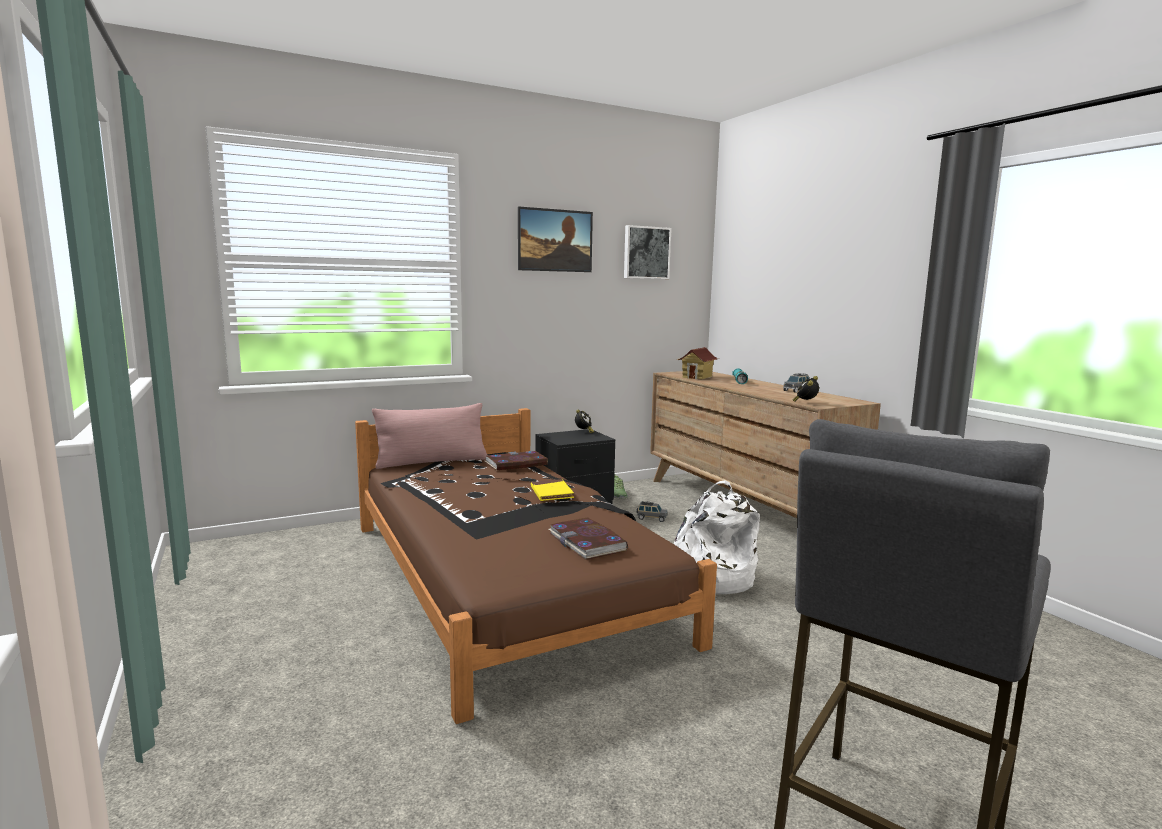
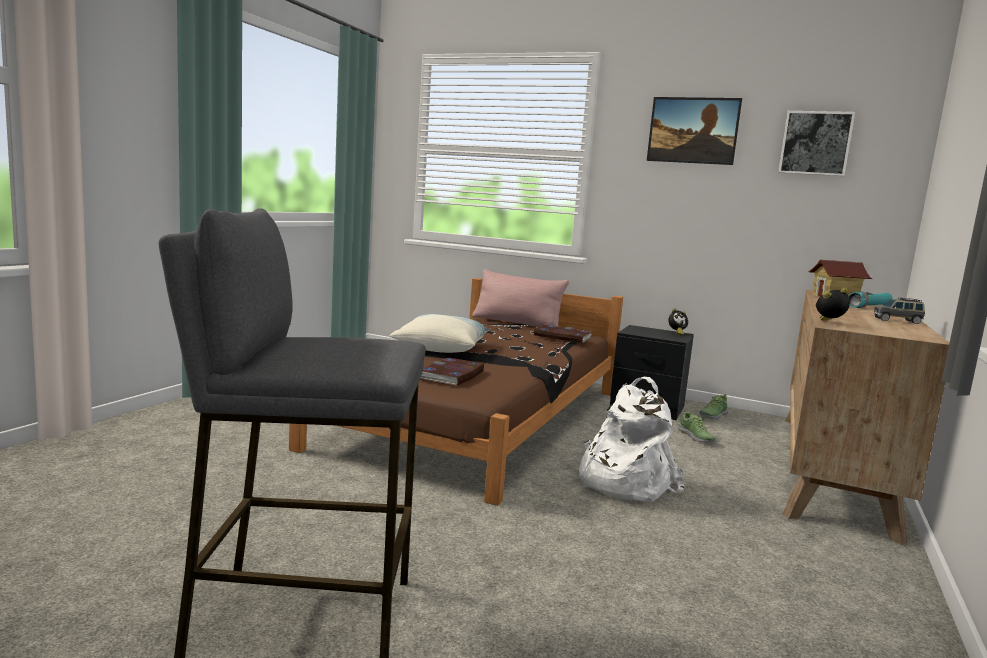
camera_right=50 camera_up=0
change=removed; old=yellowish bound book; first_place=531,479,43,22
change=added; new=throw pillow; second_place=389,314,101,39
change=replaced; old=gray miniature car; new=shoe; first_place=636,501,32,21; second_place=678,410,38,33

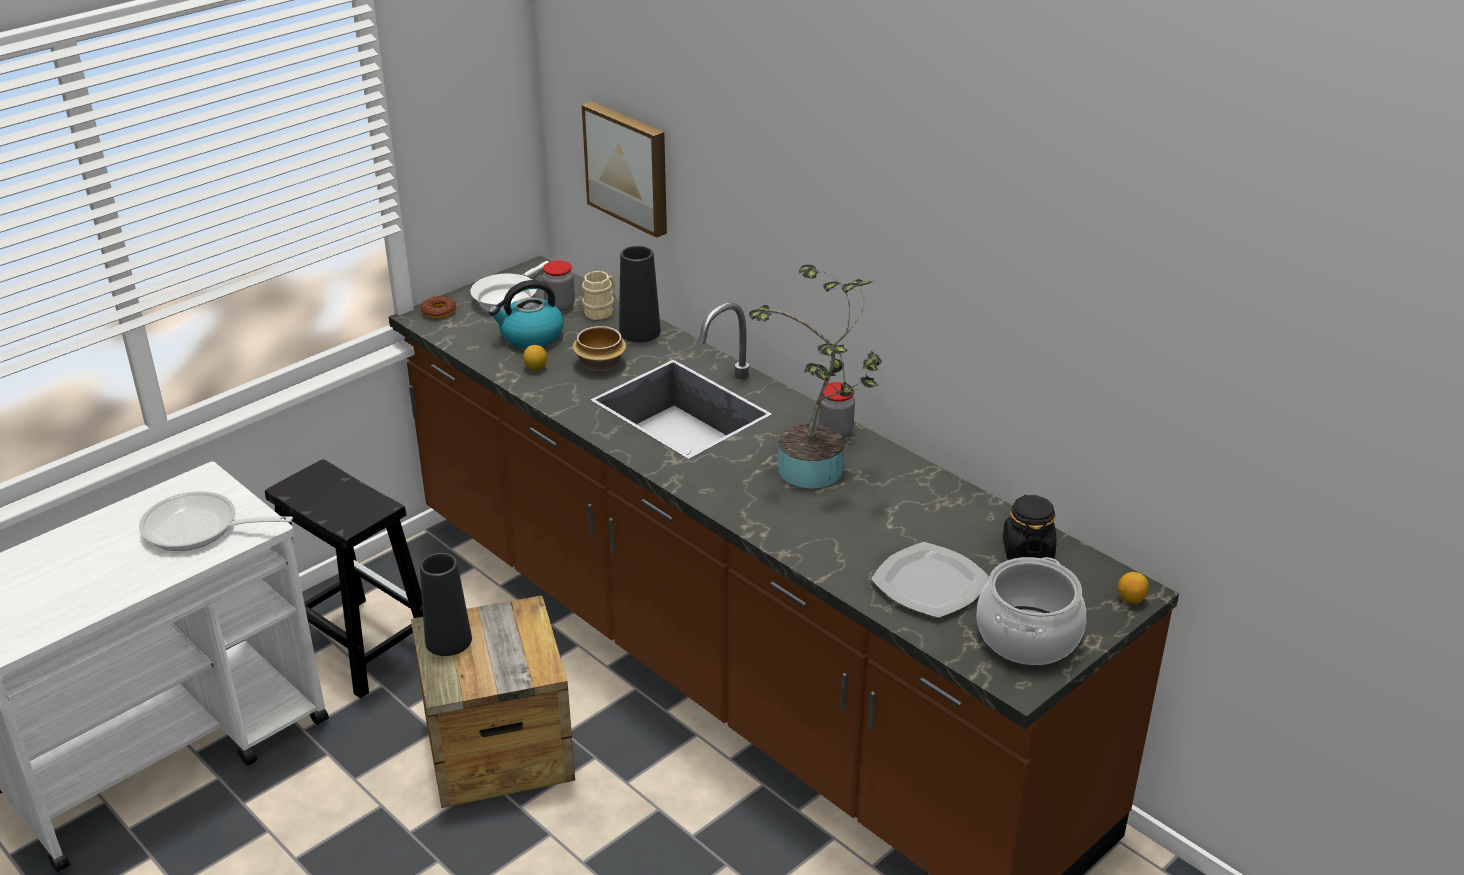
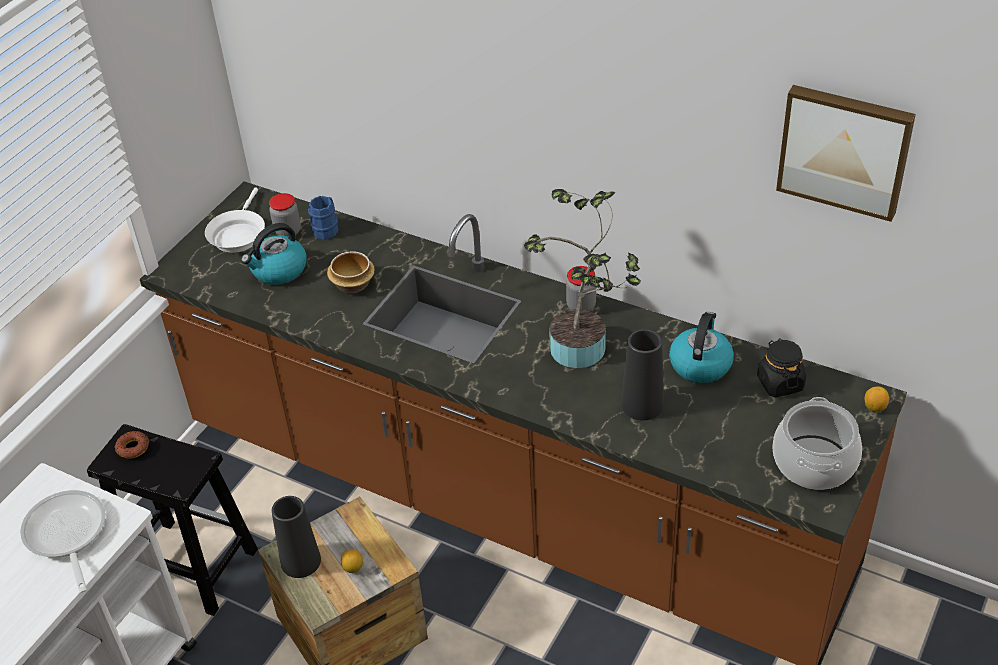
camera_right=-15 camera_up=10
change=removed; old=plate; first_place=871,542,118,76
change=added; new=kettle; second_place=669,312,65,71
change=moved; old=doughnut; first_place=421,296,35,22; second_place=115,431,34,28
change=moved; old=whole lemon; first_place=523,345,24,26; second_place=341,549,22,24
change=moved; old=wall picture; first_place=582,102,85,136; second_place=776,85,140,137
change=moved; old=black-coloured vase; first_place=619,246,42,96; second_place=621,329,43,92
change=recoloured; old=beige mug; new=blue mug; first_place=582,271,33,49; second_place=308,196,30,44
change=turned; old=pan; first_place=139,491,154,60; second_place=20,490,86,103; degrees=75

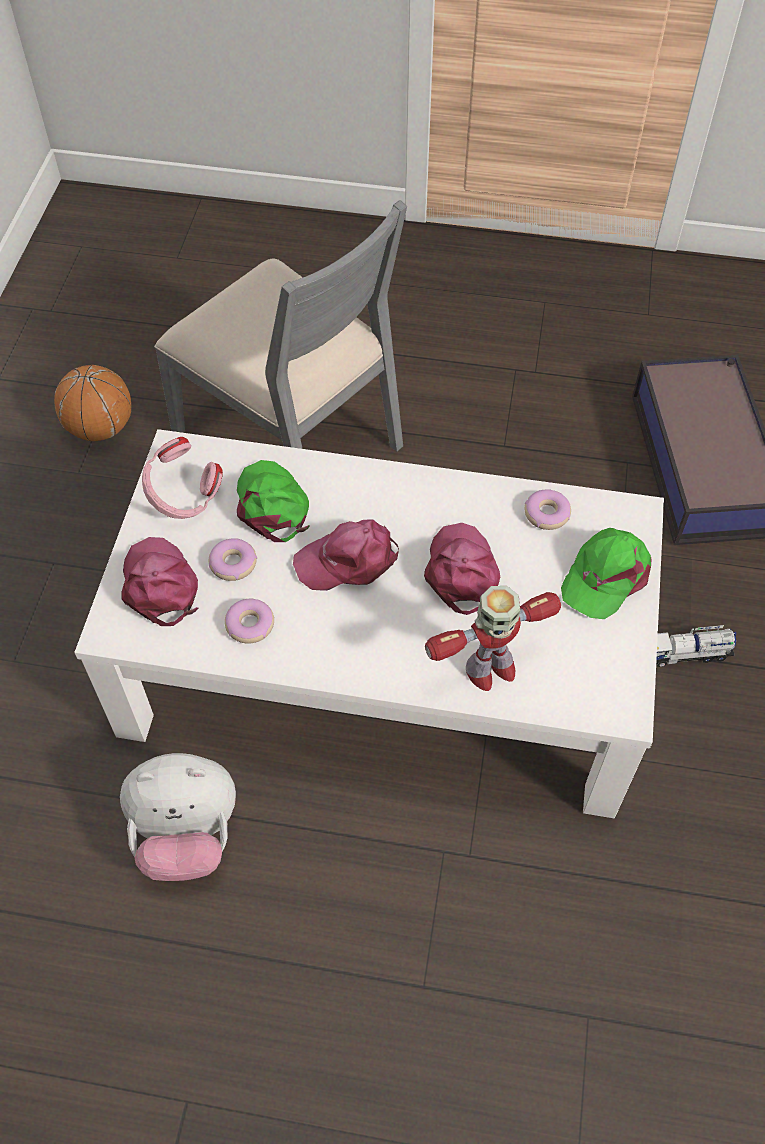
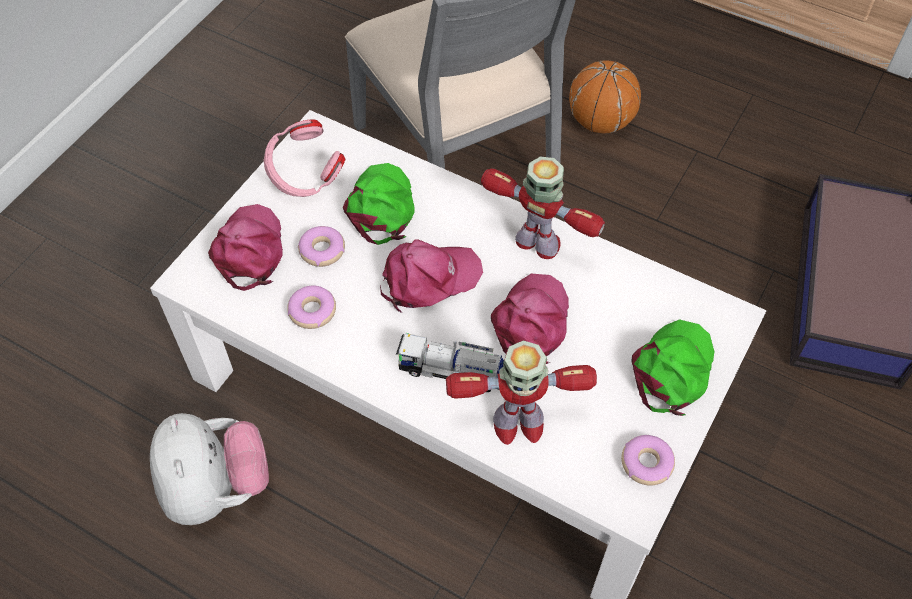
camera_right=20 camera_up=0
change=added; new=toy robot; second_place=481,157,124,102
change=moved; old=basketball ball; first_place=54,365,77,76; second_place=569,60,72,73
change=moved; old=doughnut; first_place=525,489,46,41; second_place=621,435,54,51
change=moved; old=toy lorry; first_place=656,625,81,42; second_place=396,333,108,59
change=turned; old=soft toy; first_place=120,753,116,128; second_place=150,413,119,112; degrees=-120
change=turned; old=pink baseball cap; first_place=293,519,106,72; second_place=380,239,103,74; degrees=150
change=turned; old=greenish baseball cap; first_place=561,528,91,91; second_place=631,319,83,97; degrees=150

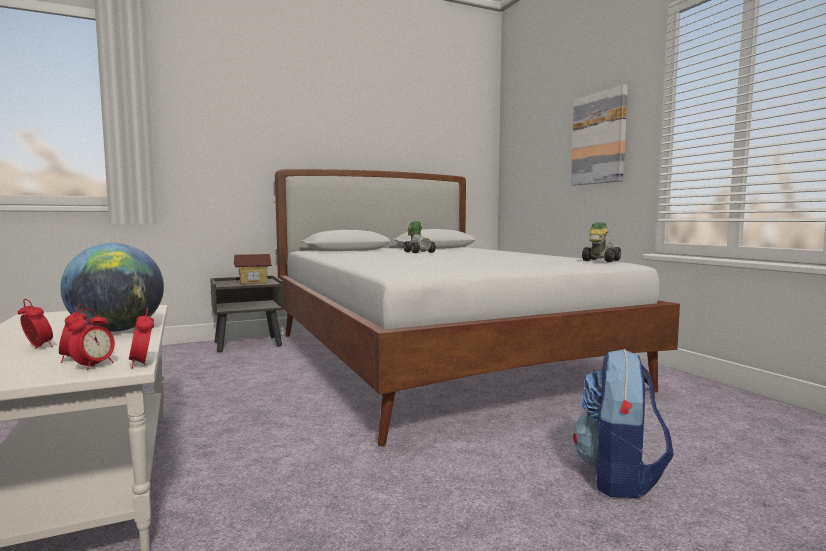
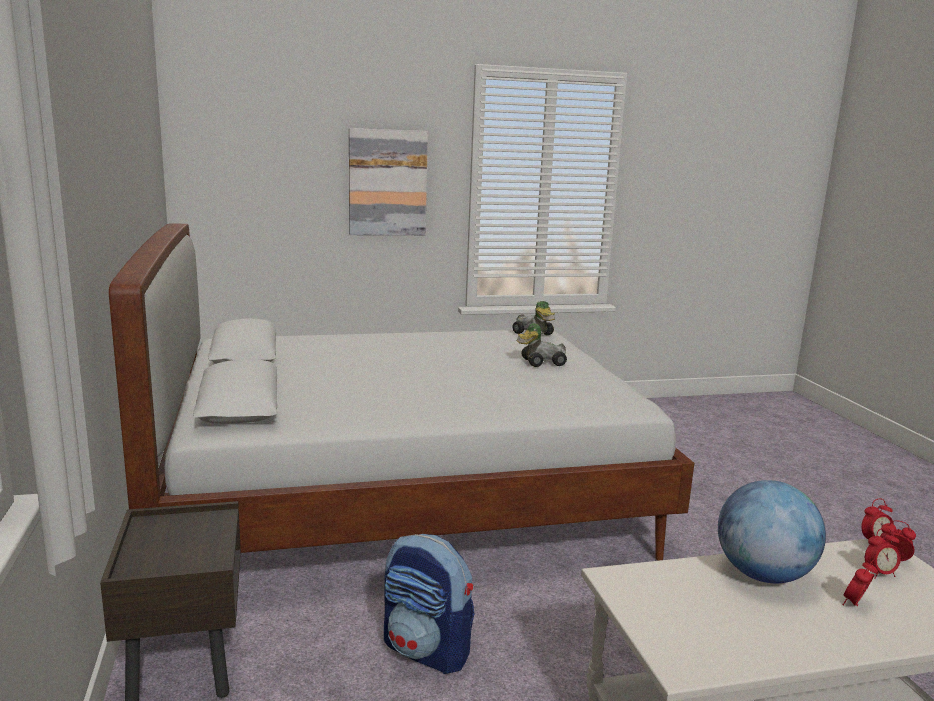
camera_right=-80 camera_up=10
change=removed; old=model house; first_place=234,254,38,30
change=moved; old=miniature car; first_place=403,221,33,32; second_place=516,323,51,44
change=moved; old=knapsack; first_place=573,349,100,149; second_place=384,534,90,140

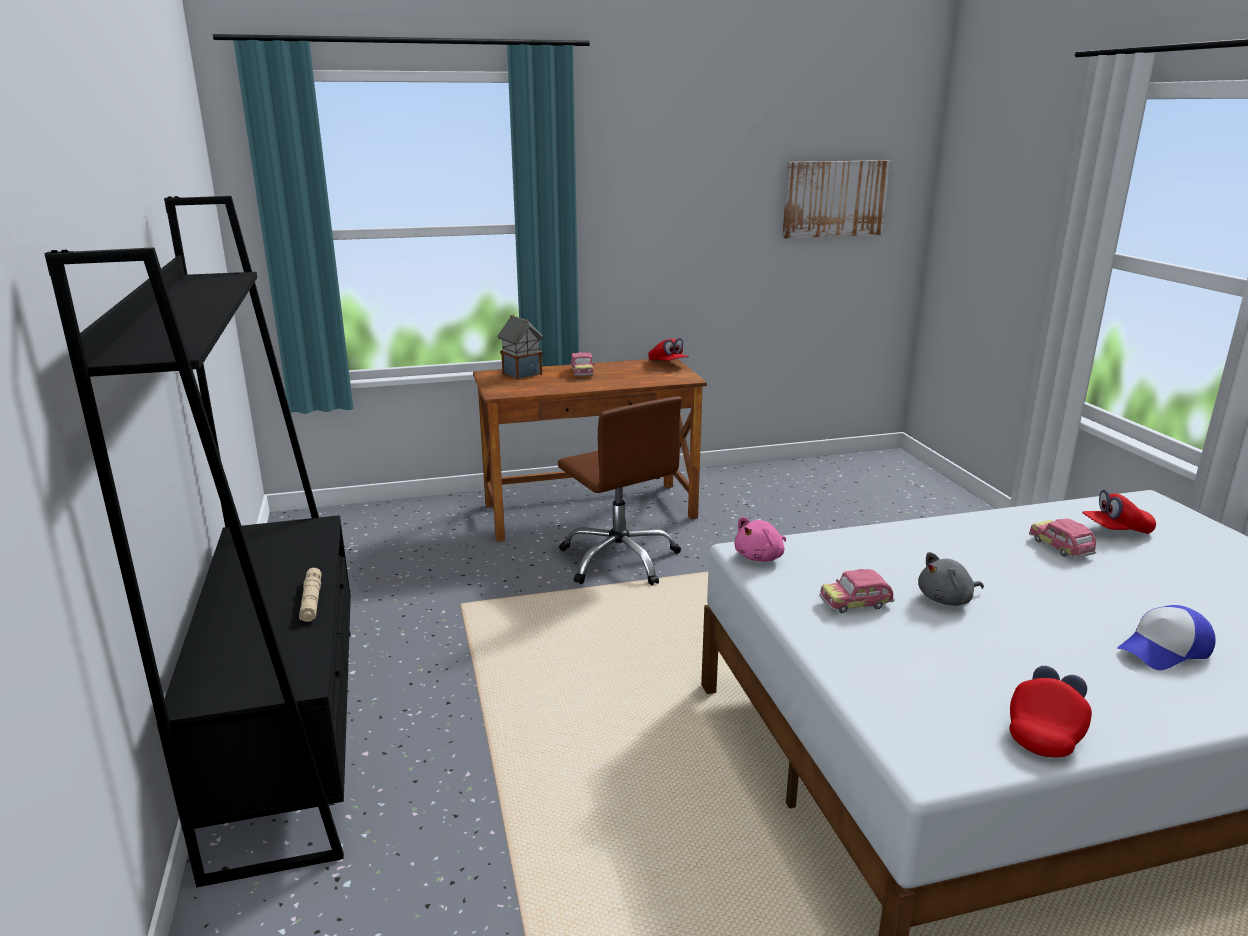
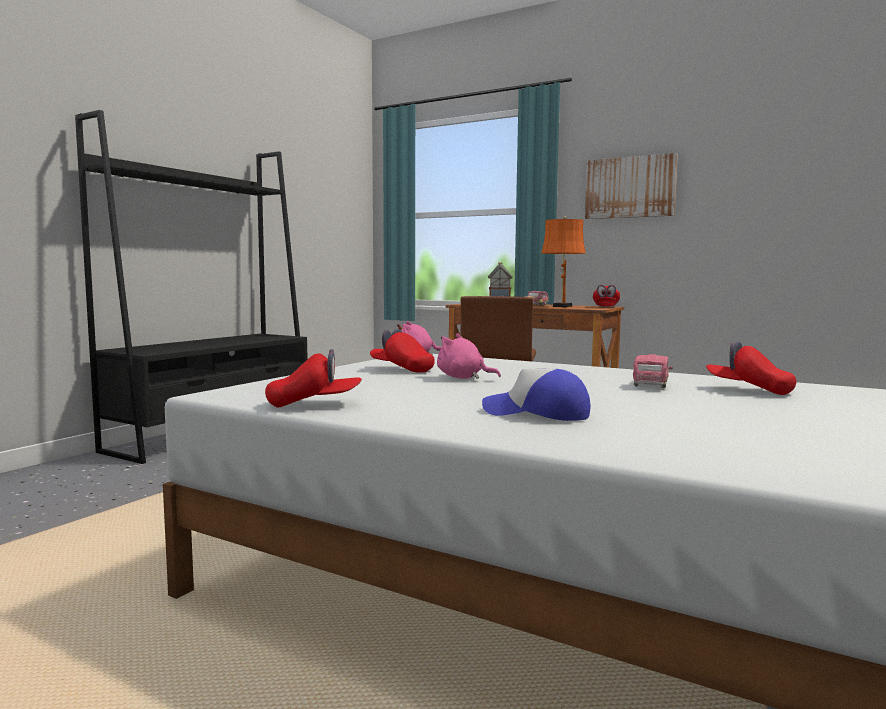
camera_right=45 camera_up=-15
change=removed; old=beige flashlight; first_place=299,568,23,54
change=added; new=orange tabletop lamp; second_place=541,216,45,91
change=moved; old=wall picture; first_place=782,160,108,78; second_place=585,153,93,66
change=replaced; old=miniature car; new=red-coloured baseball cap; first_place=820,569,75,45; second_place=370,329,65,44
change=recoloured; old=gray soft toy; new=pink soft toy; first_place=918,552,66,54; second_place=437,333,64,46

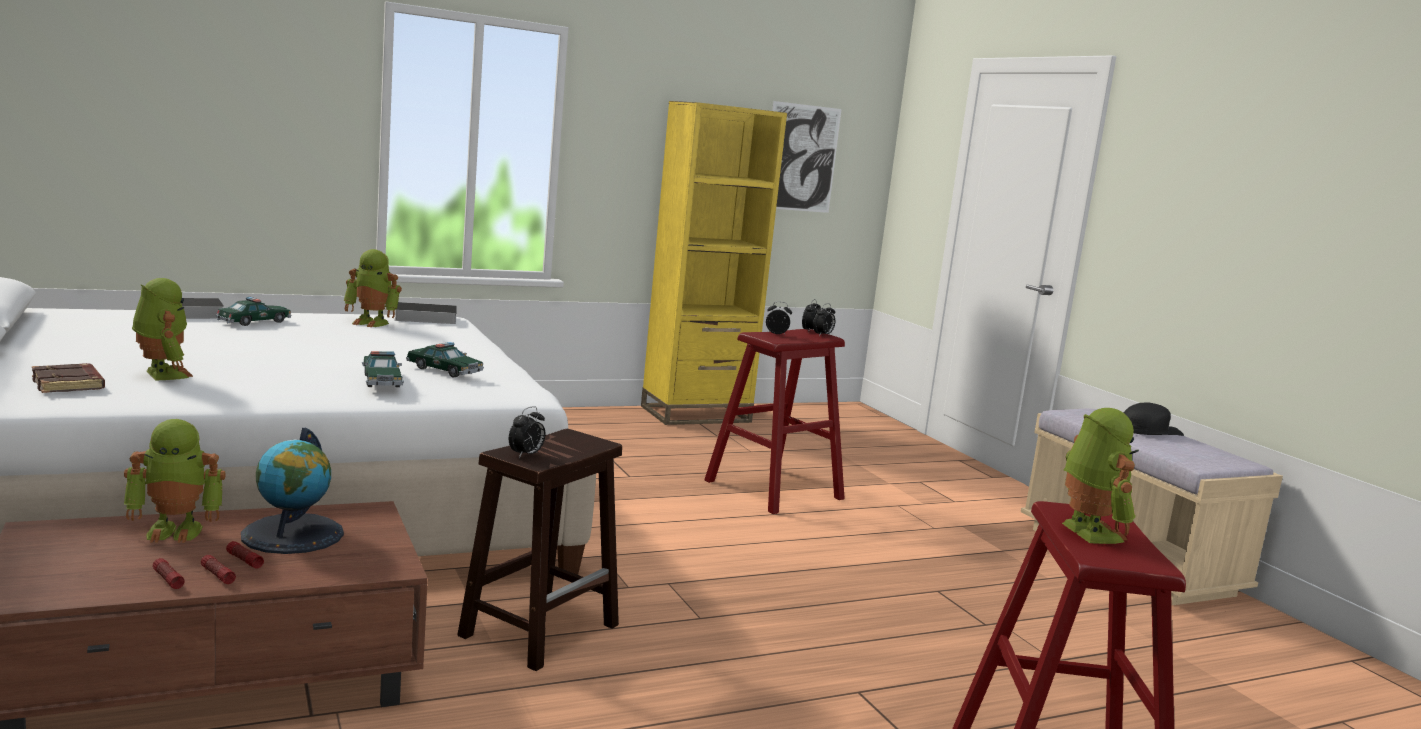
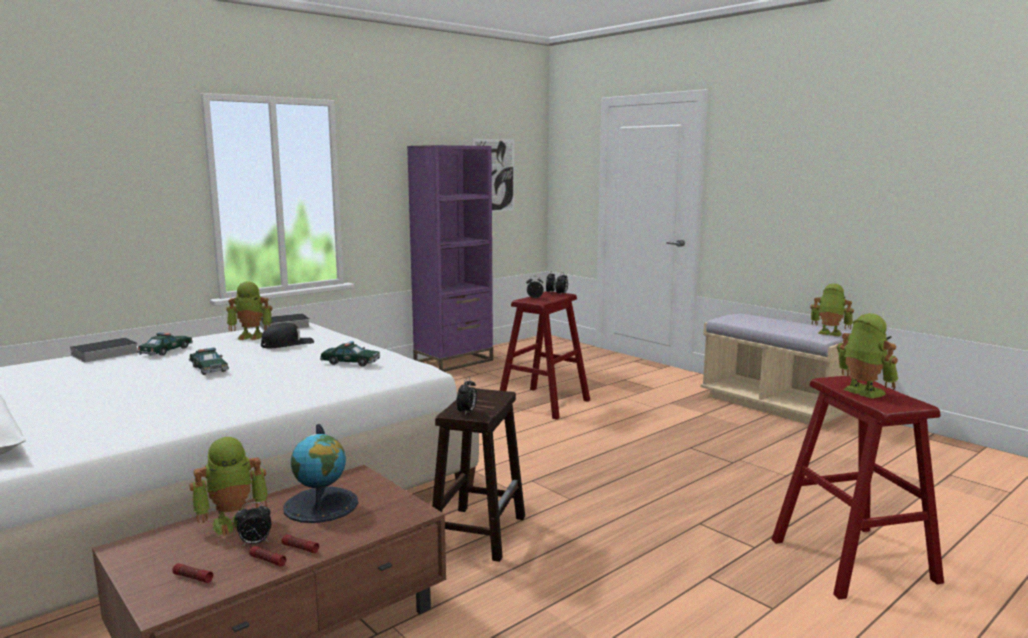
camera_right=-15 camera_up=0
change=removed; old=brown bound book; first_place=32,363,73,30
change=added; new=alarm clock; second_place=235,502,36,44
change=moved; old=toy robot; first_place=132,278,61,103; second_place=810,284,44,52
change=moved; old=flashlight; first_place=226,541,38,28; second_place=172,563,41,20
change=moved; old=miniature car; first_place=362,351,42,36; second_place=189,347,40,28
change=moved; old=black-coloured baseball cap; first_place=1124,402,60,34; second_place=261,323,53,25
change=recoloured; old=yellowish bookcase; new=purple bookcase; first_place=641,101,146,324; second_place=407,145,86,227

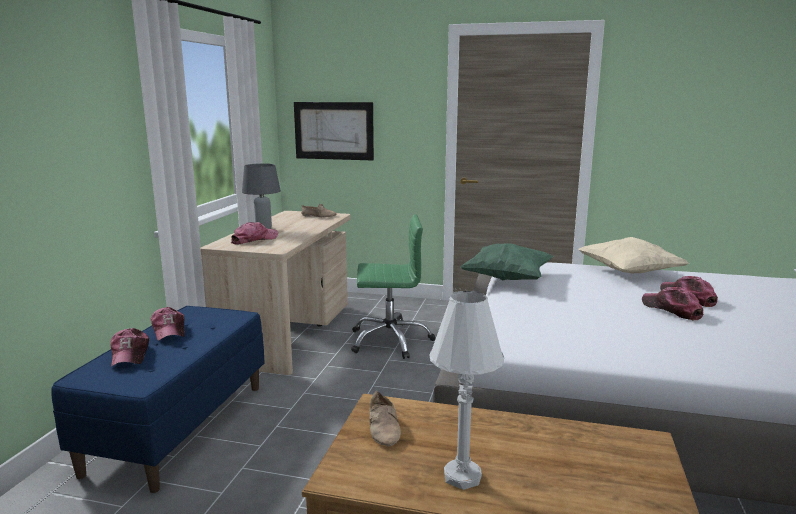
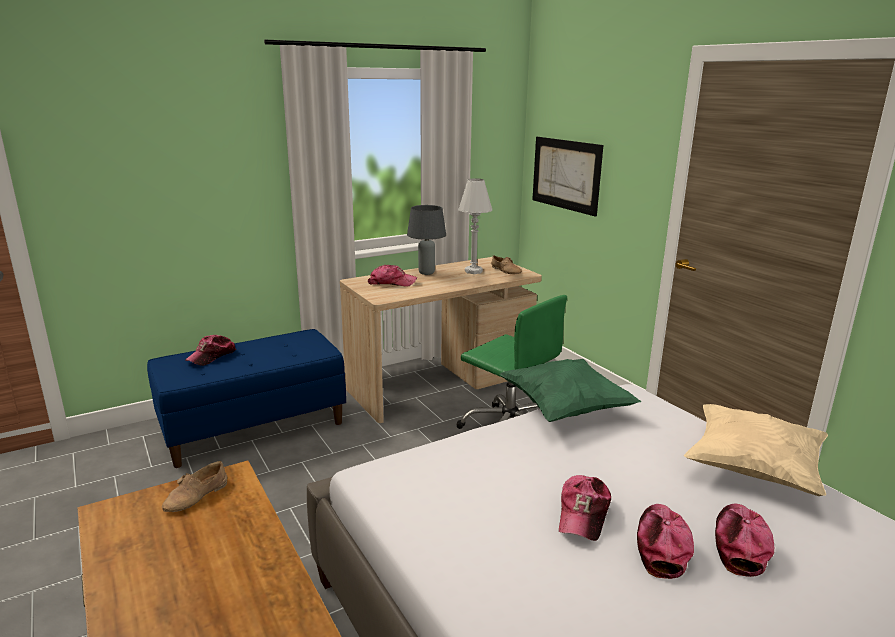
camera_right=45 camera_up=5
change=moved; old=baseball cap; first_place=151,307,34,34; second_place=559,475,52,66
change=moved; old=white tabletop lamp; first_place=429,291,75,199; second_place=458,178,34,96

